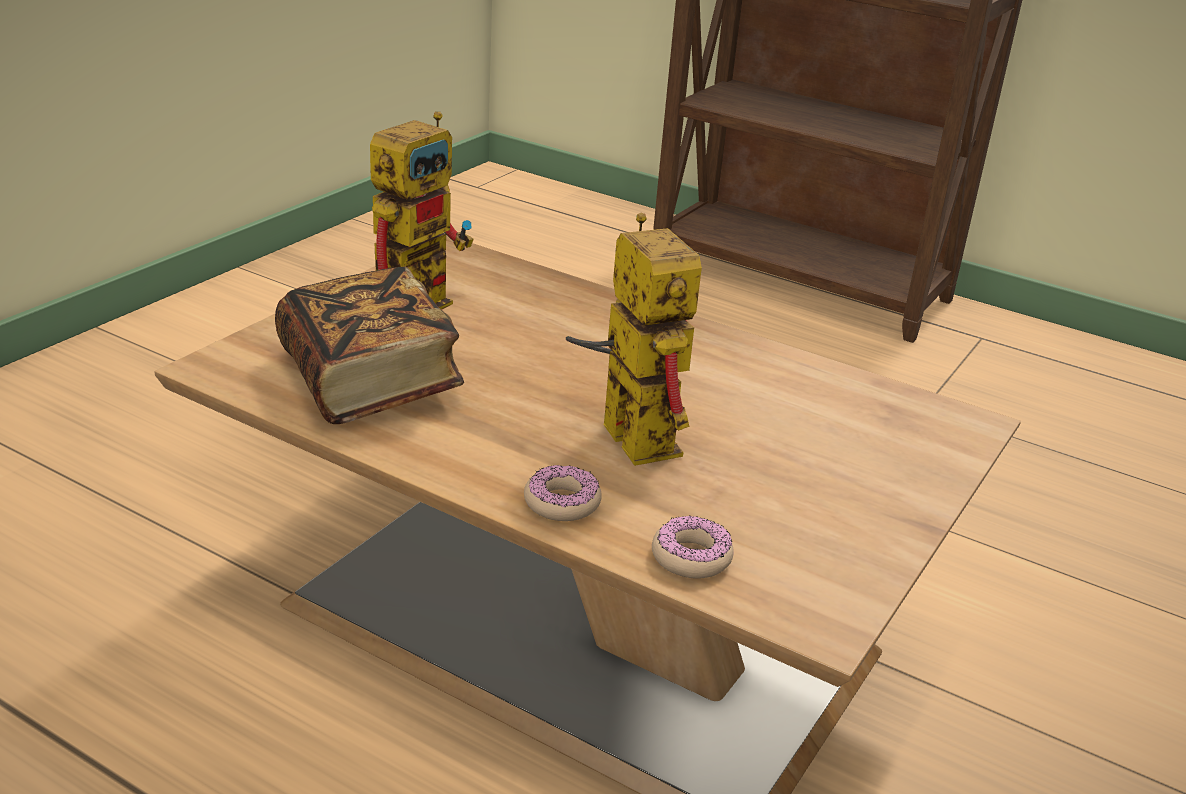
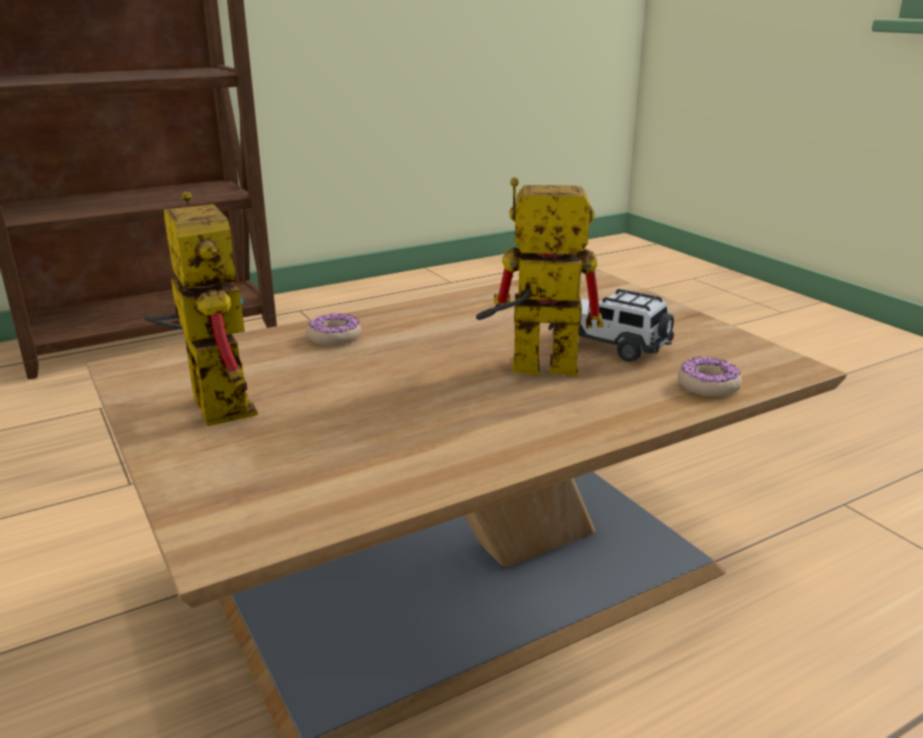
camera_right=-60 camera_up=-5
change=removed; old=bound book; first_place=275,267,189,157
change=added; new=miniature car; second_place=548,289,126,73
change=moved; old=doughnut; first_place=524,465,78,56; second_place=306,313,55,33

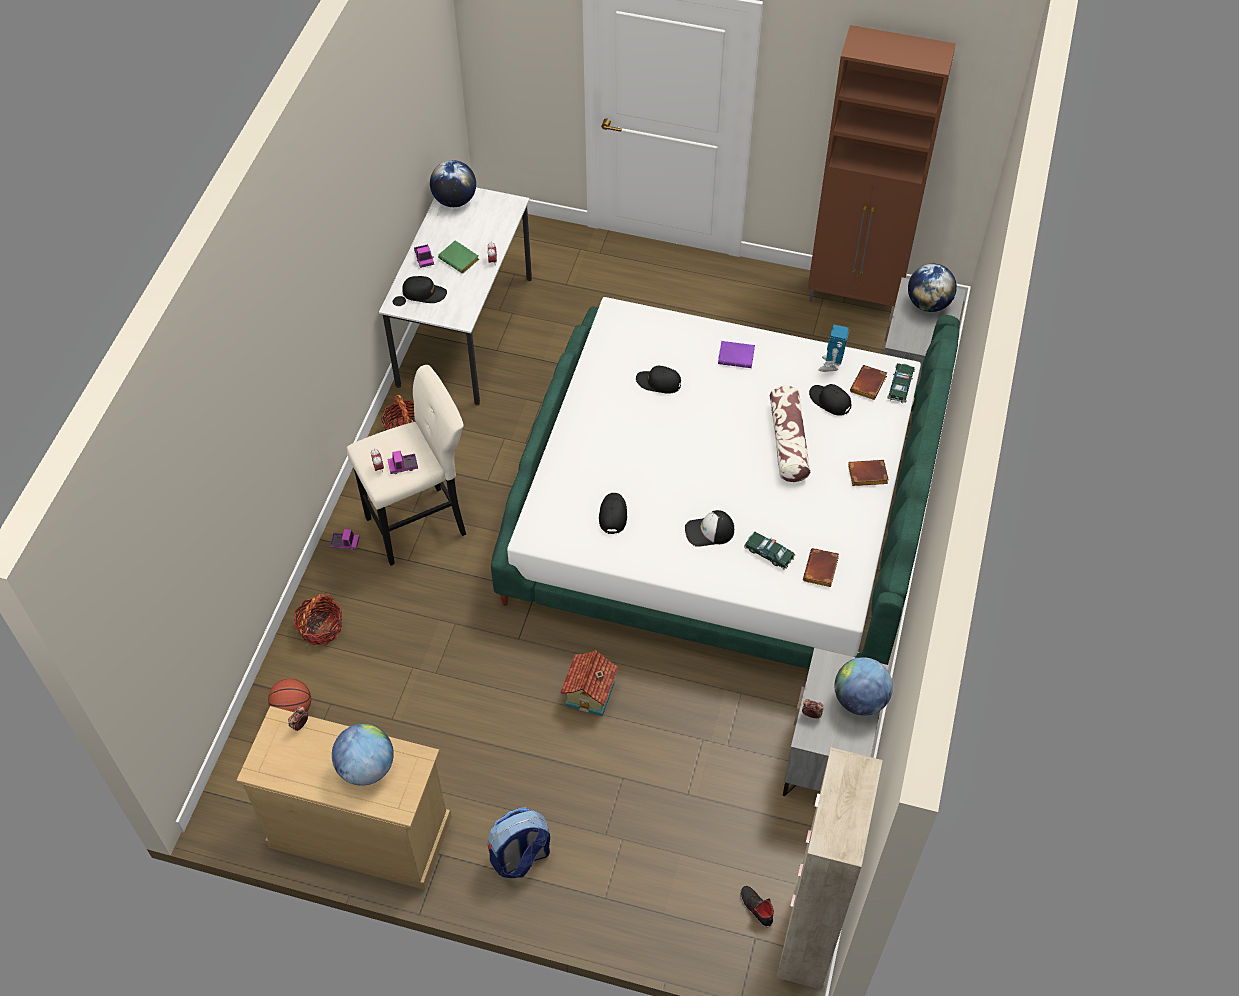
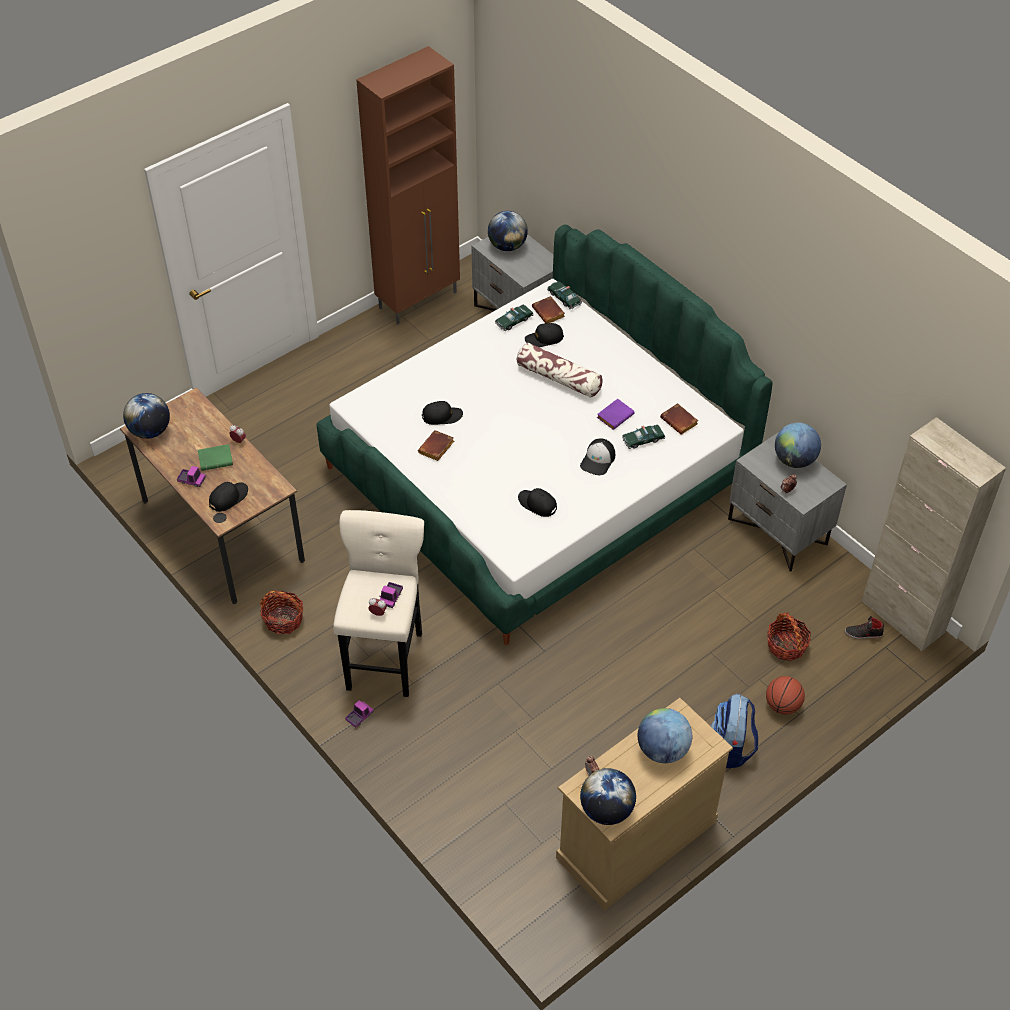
camera_right=-55 camera_up=-5
change=removed; old=model house; first_place=560,650,58,66
change=added; new=world globe; second_place=580,768,56,57
change=moved; old=basketball ball; first_place=268,678,43,34; second_place=766,676,39,39
change=moved; old=household basket; first_place=294,594,48,51; second_place=767,612,44,49
change=moved; old=purple bound book; first_place=718,341,37,27; second_place=597,399,38,31
change=moved; old=brown bound book; first_place=848,460,41,26; second_place=418,430,36,31
change=replaced; old=toy robot; new=miniature car; first_place=818,325,31,47; second_place=495,304,39,27
change=recoloured; old=white desk; new=brown desk; first_place=379,188,153,217; second_place=120,387,185,217
change=turned; old=black-coloured baseball cap; first_place=636,366,45,28; second_place=422,401,41,24; degrees=-150

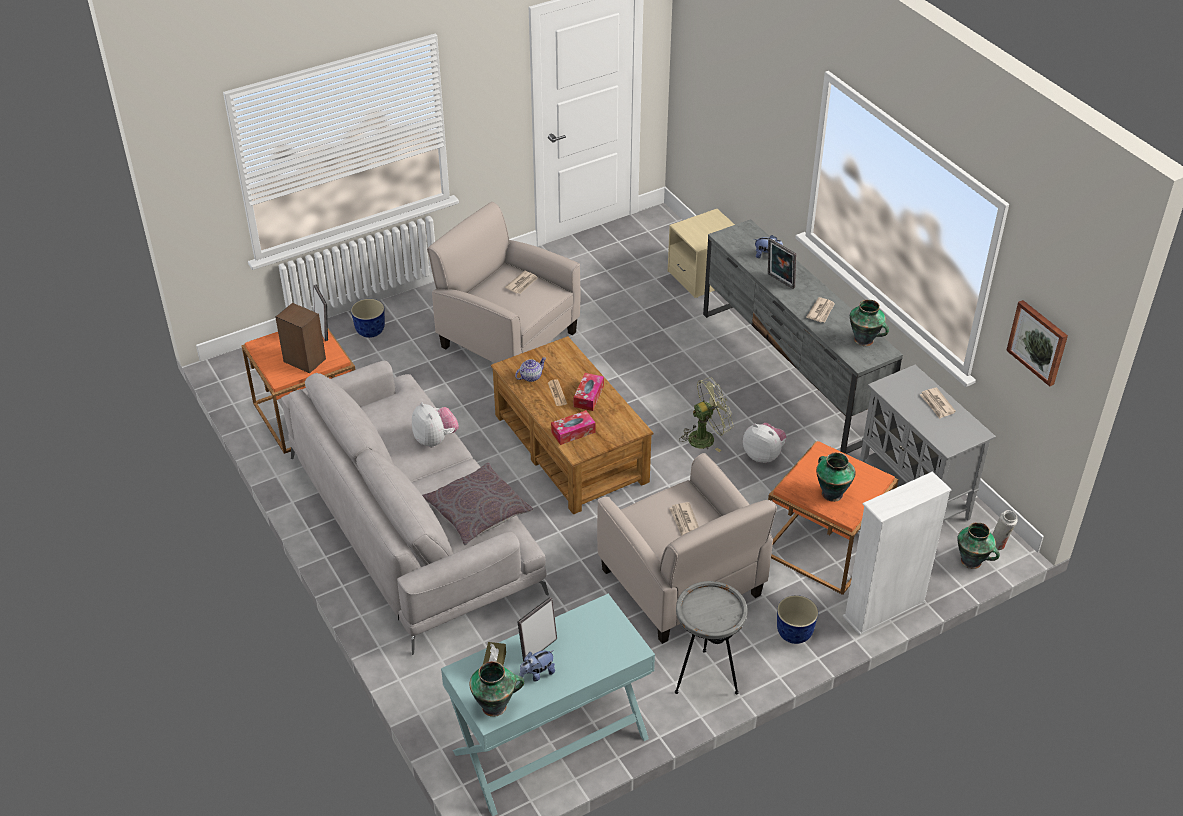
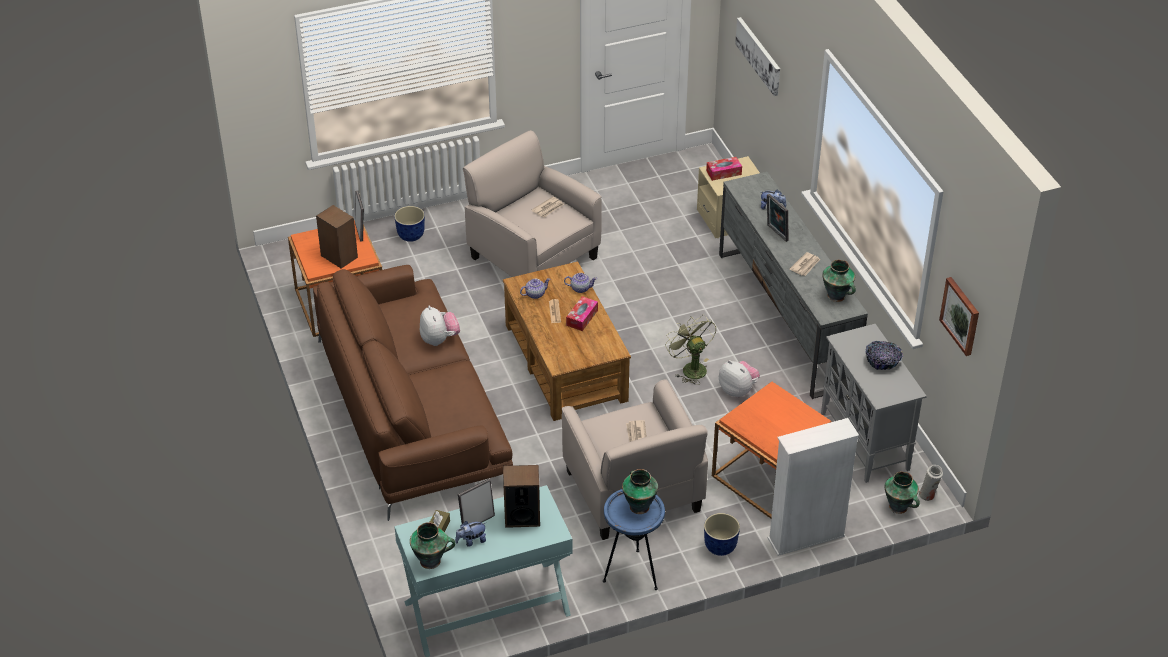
camera_right=10 camera_up=0
change=removed; old=gray throw pillow; first_place=422,463,111,82
change=added; new=audio speaker; second_place=503,465,37,63
change=added; new=teapot; second_place=564,273,33,20
change=added; new=wall picture; second_place=735,17,45,79
change=moved; old=tissue holder; first_place=551,410,45,35; second_place=706,157,36,24
change=moved; old=vase; first_place=816,452,40,50; second_place=622,469,36,45
change=replaced; old=printed paper; new=bowl; first_place=920,388,36,31; second_place=865,341,38,29
change=recoloured; old=gray couch; new=brown couch; first_place=281,361,268,294; second_place=313,265,200,256
change=recoloured; old=gray side table; new=blue side table; first_place=675,581,73,114; second_place=603,489,62,101
change=turned; old=greenish fan; first_place=679,377,55,75; second_place=665,314,51,71; degrees=-105

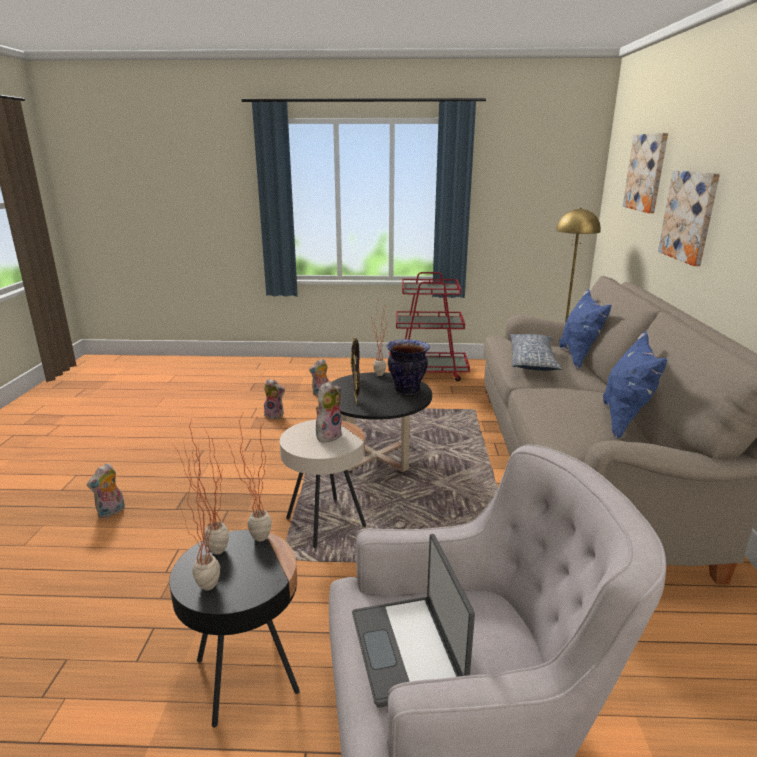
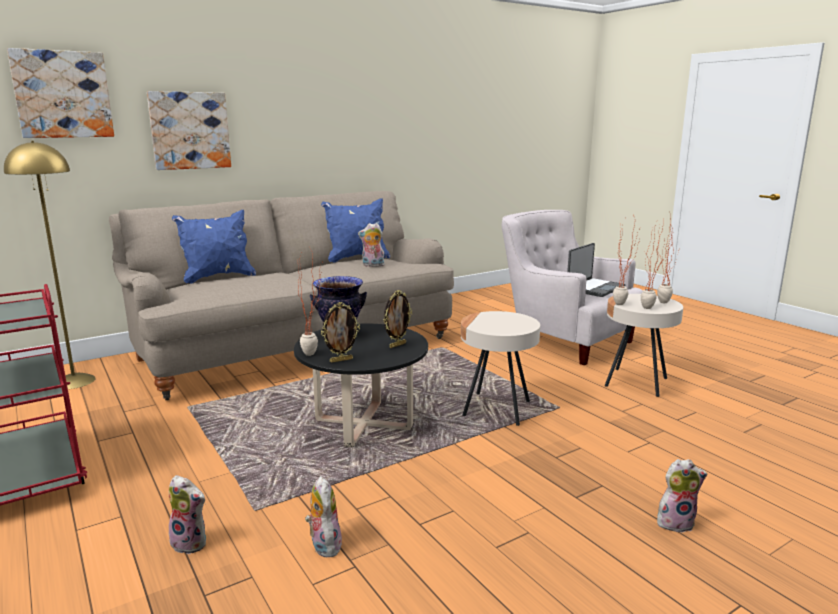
camera_right=-125 camera_up=-5
change=removed; old=throw pillow; first_place=510,334,53,37
change=moved; old=soft toy; first_place=316,381,26,61; second_place=358,223,27,44
change=recoloured; old=black-coloured side table; new=beige side table; first_place=169,530,131,198; second_place=605,294,78,103

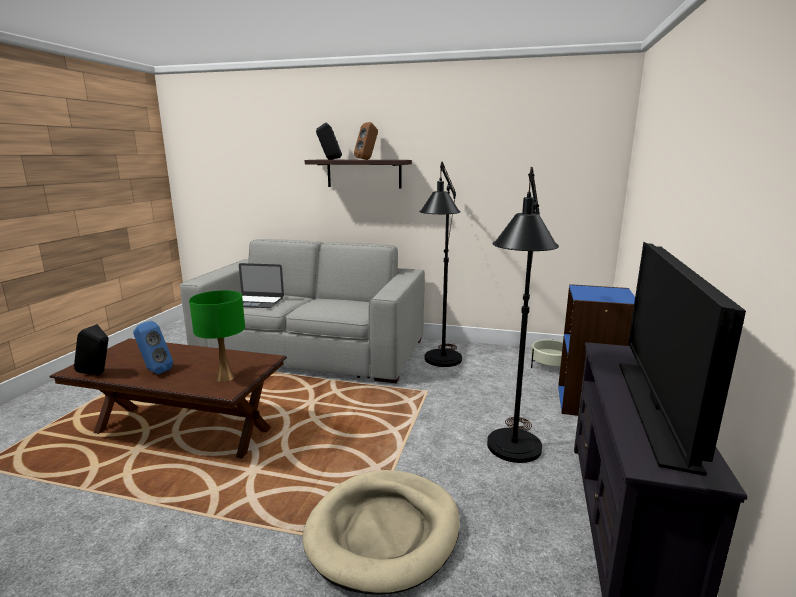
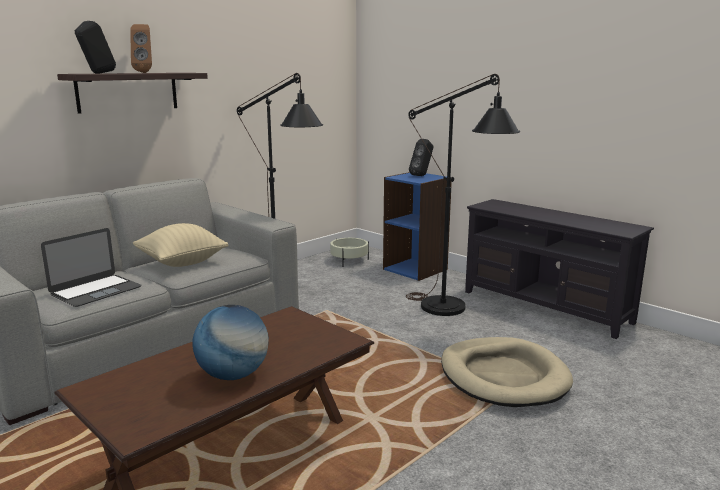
camera_right=-60 camera_up=0
change=removed; old=greenish tabletop lamp; first_place=189,290,56,92
change=removed; old=television; first_place=619,242,127,234
change=added; new=beige throw pillow; second_place=133,223,95,44
change=moved; old=black-coloured audio speaker; first_place=74,324,34,51; second_place=409,139,24,37
change=replaced; old=blue audio speaker; new=world globe; first_place=133,321,40,53; second_place=192,305,77,75

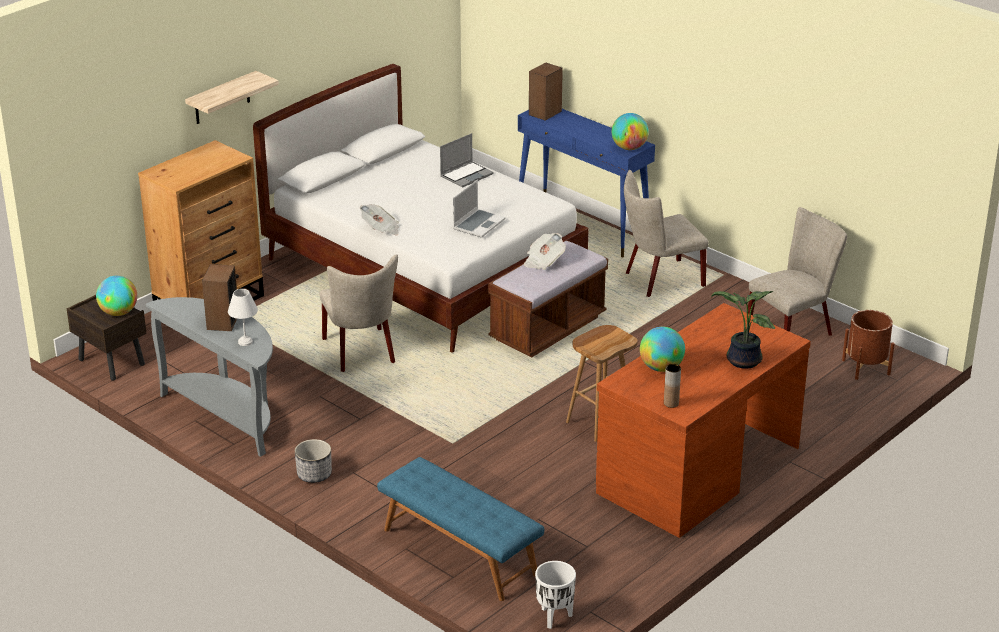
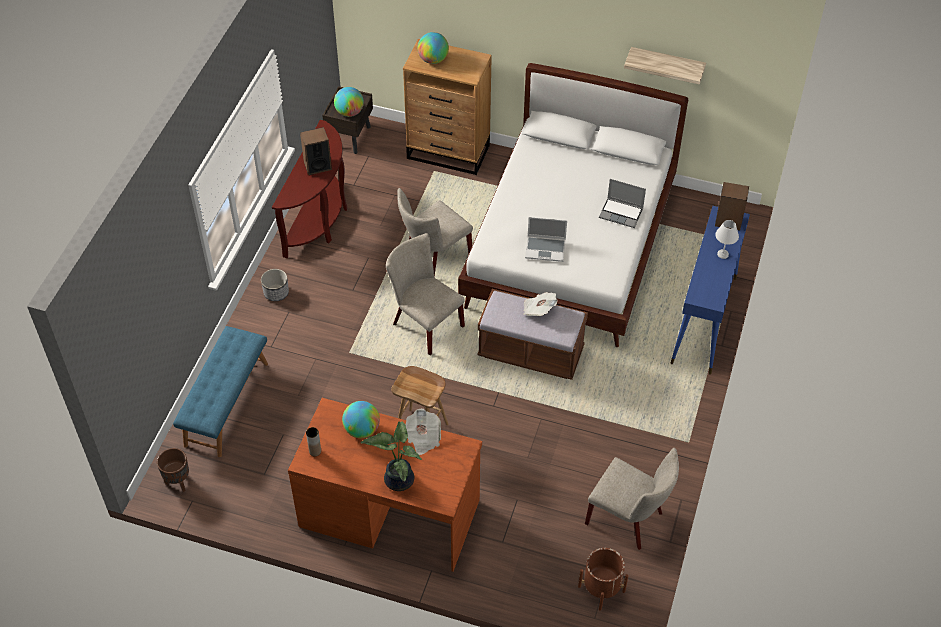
camera_right=65 camera_up=20
change=moved; old=wall shelf; first_place=185,71,94,53; second_place=624,47,82,38
change=moved; old=white tabletop lamp; first_place=228,289,30,57; second_place=715,220,24,39
change=moved; old=printed paper; first_place=360,204,39,31; second_place=405,408,36,47
change=moved; old=world globe; first_place=612,113,37,37; second_place=418,32,31,32
change=moved; old=beige chair; first_place=624,170,85,127; second_place=386,233,79,122
change=recoloured; old=gray hall table; new=brown hall table; first_place=146,297,127,160; second_place=272,120,75,138
change=recoloured; old=white flower pot; new=brown flower pot; first_place=535,561,41,68; second_place=157,448,32,44

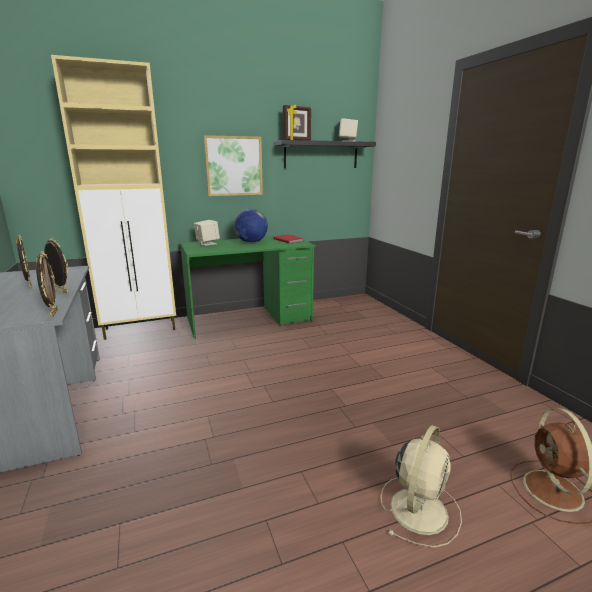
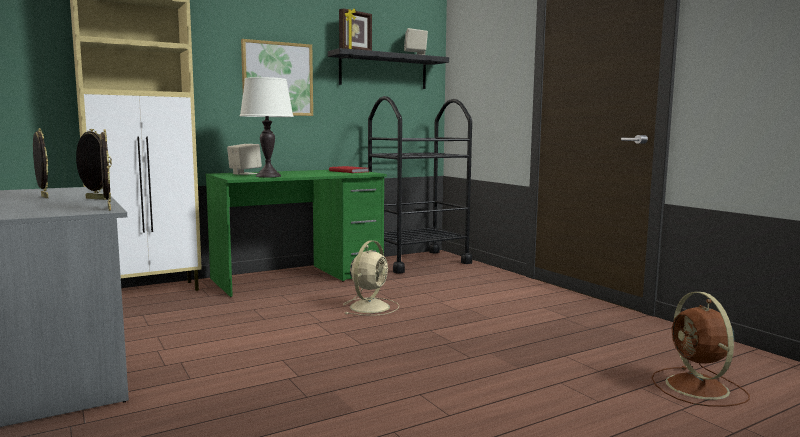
camera_right=-10 camera_up=-10
change=removed; old=world globe; first_place=234,209,34,34
change=added; new=white tabletop lamp; second_place=240,77,54,100
change=added; new=black-coloured cart; second_place=368,96,104,178
change=moved; old=beige fan; first_place=381,425,81,123; second_place=343,240,57,76

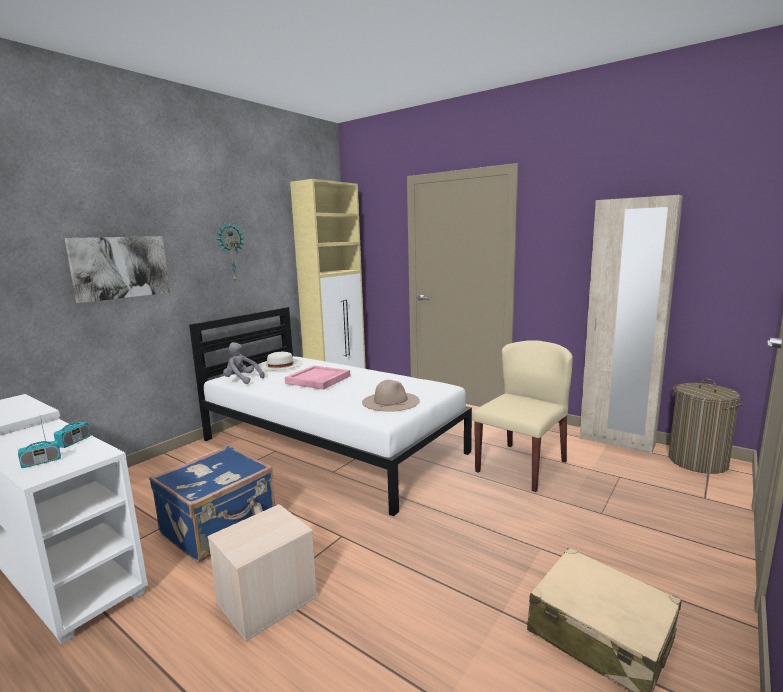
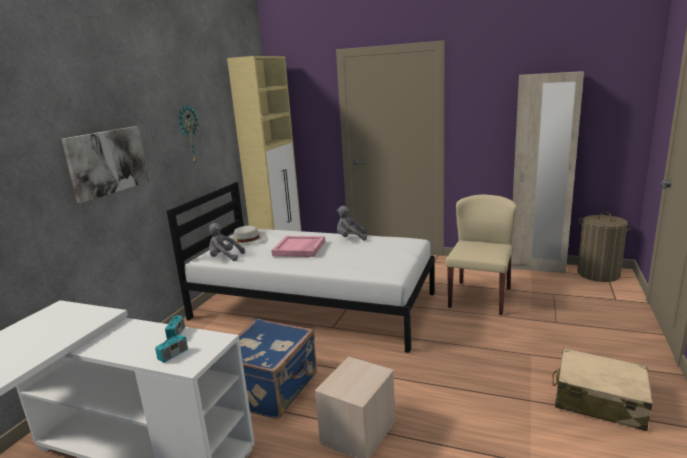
camera_right=-15 camera_up=5
change=removed; old=beige wearable hat; first_place=362,380,58,32
change=added; new=gray soft toy; second_place=336,206,31,35

